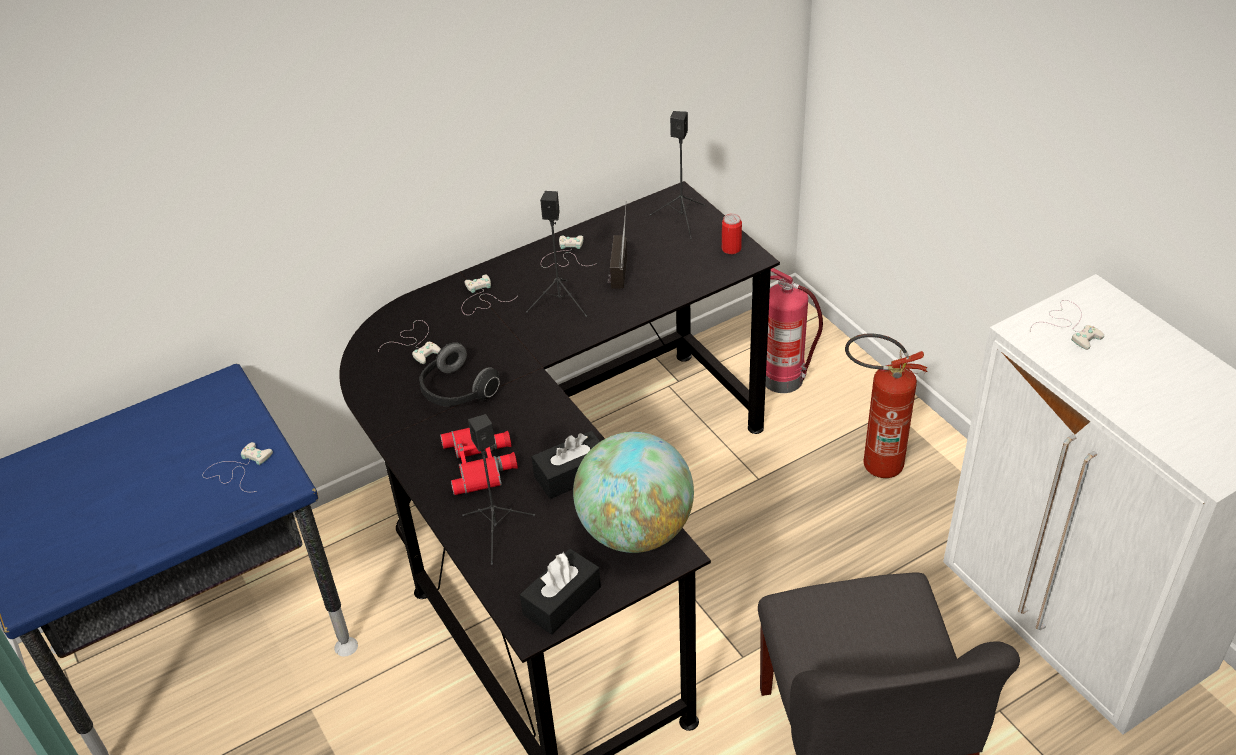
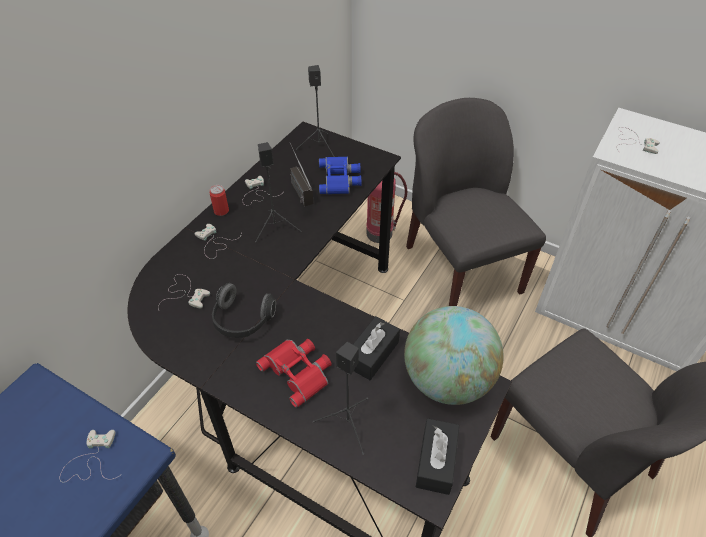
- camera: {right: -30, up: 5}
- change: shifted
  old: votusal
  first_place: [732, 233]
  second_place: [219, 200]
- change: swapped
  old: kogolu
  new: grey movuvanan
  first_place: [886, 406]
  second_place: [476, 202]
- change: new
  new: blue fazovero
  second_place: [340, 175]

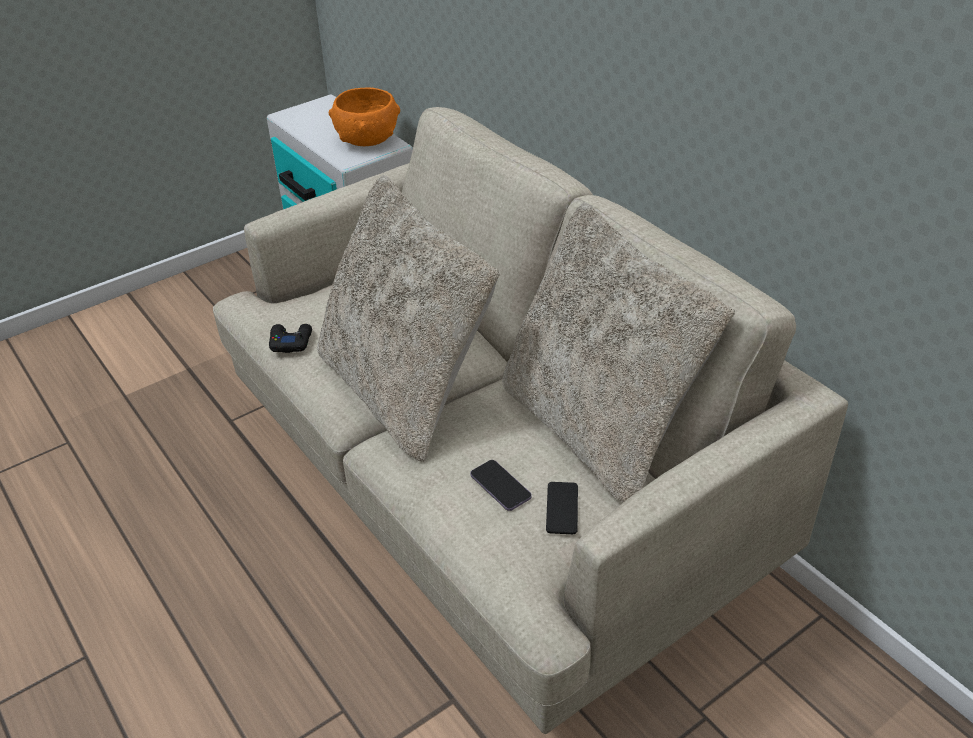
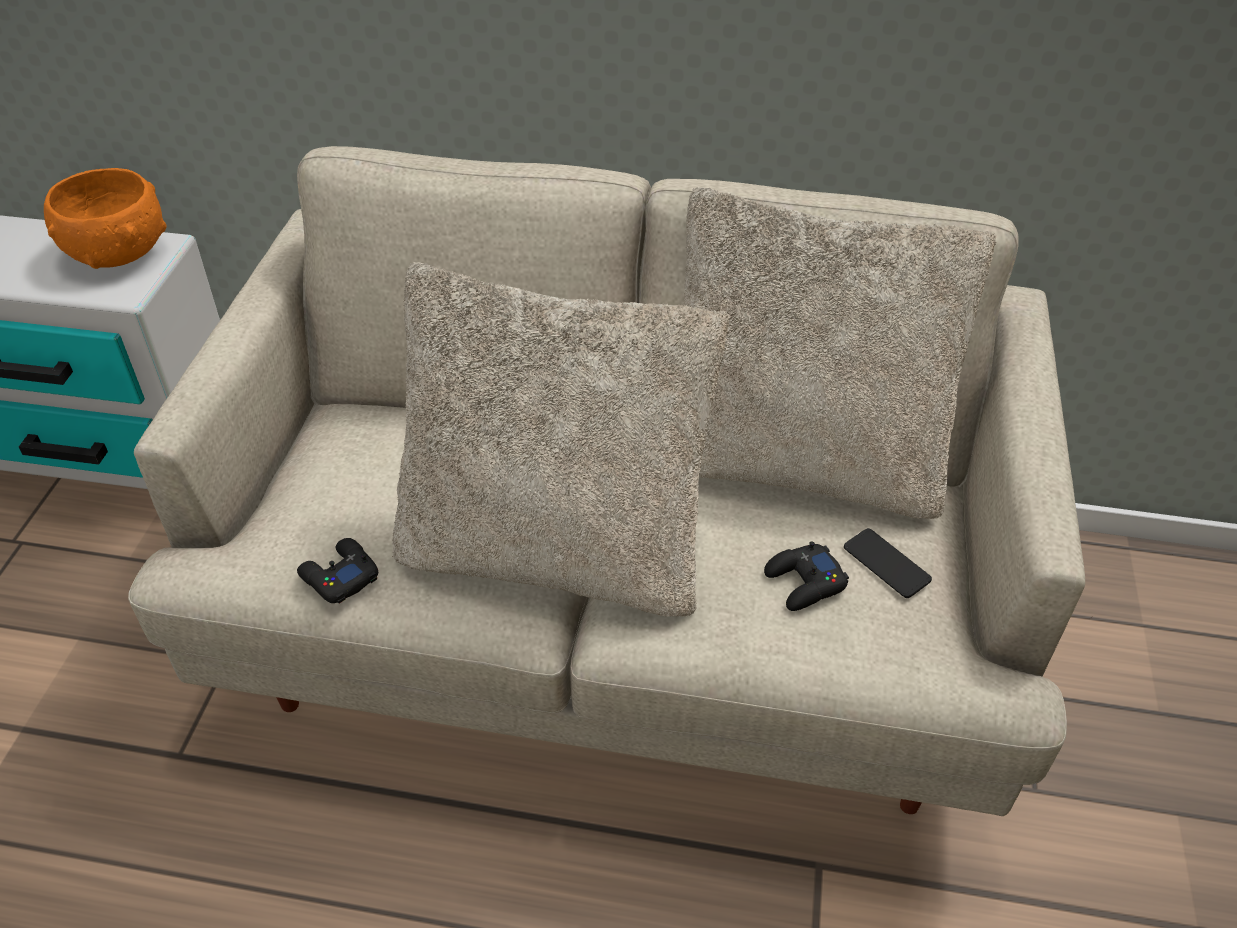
- camera: {right: -45, up: 5}
- change: swapped
  old: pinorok
  new: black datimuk
  first_place: [501, 485]
  second_place: [806, 576]

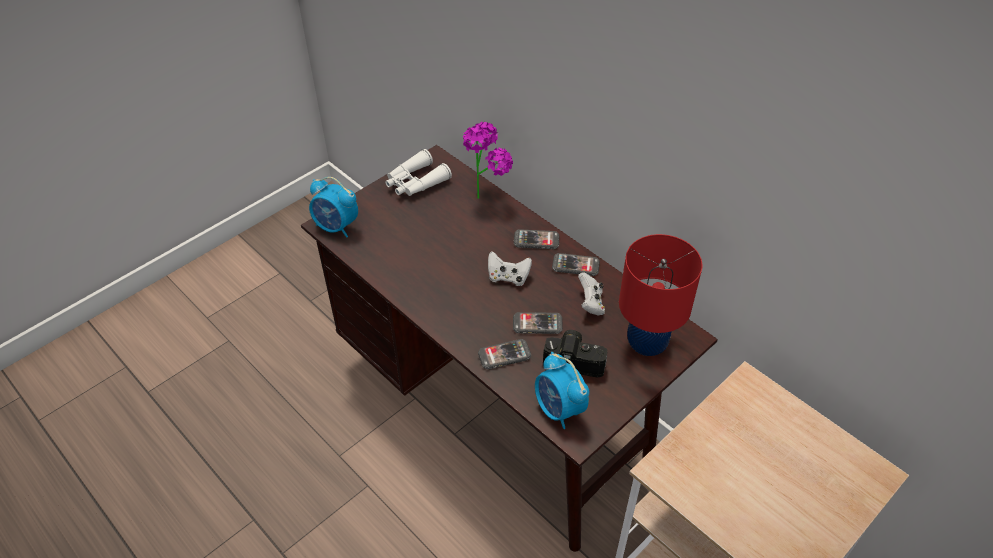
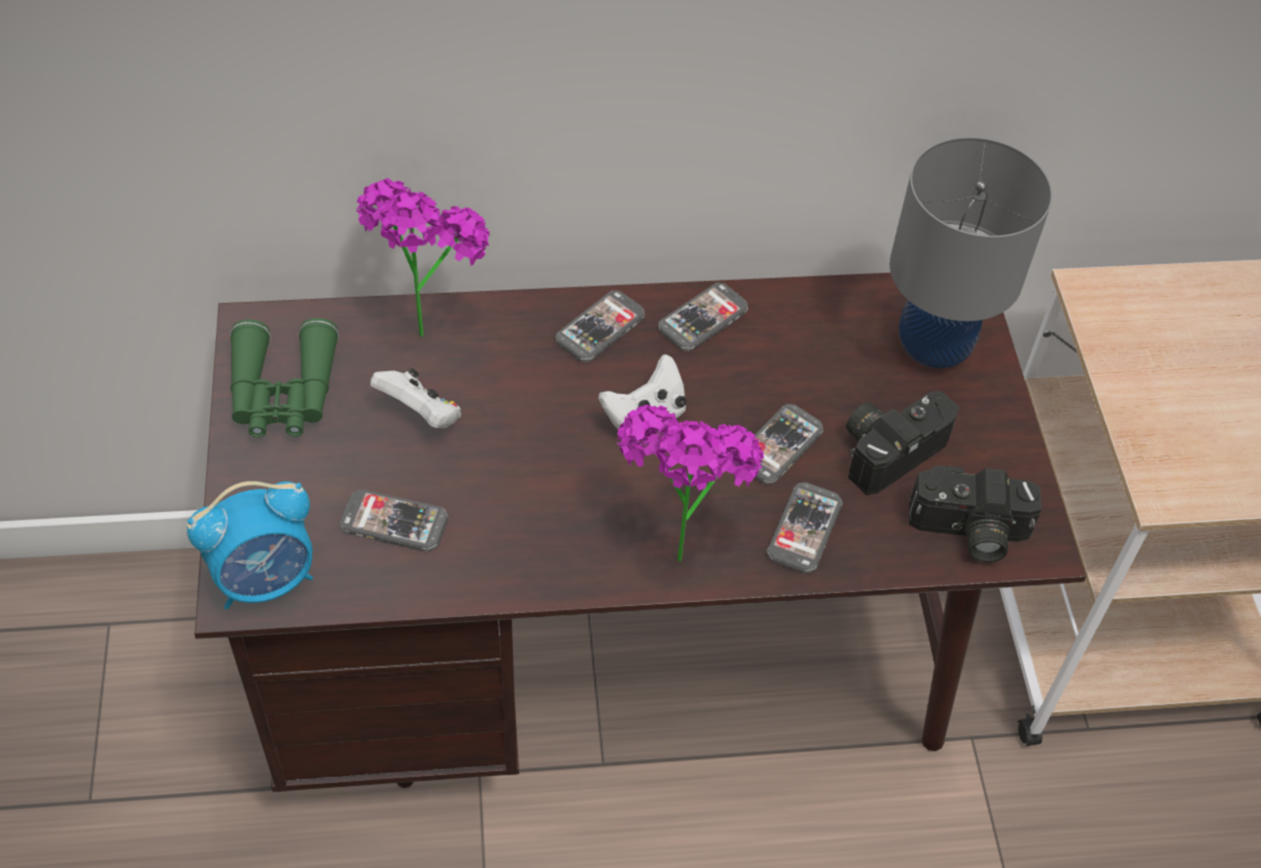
- camera: {right: -55, up: 5}
- change: repainted
  old: white fazovero
  new: green fazovero
  first_place: [418, 172]
  second_place: [284, 377]
- change: swapped
  old: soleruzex
  new: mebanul
  first_place: [562, 390]
  second_place: [975, 514]
- change: shifted
  old: white datimuk
  first_place: [591, 293]
  second_place: [415, 398]
- change: repainted
  old: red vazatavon
  new: grey vazatavon
  first_place: [660, 295]
  second_place: [971, 253]
- change: new
  new: pinorok
  second_place: [394, 520]
- change: new
  new: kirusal
  second_place: [690, 484]

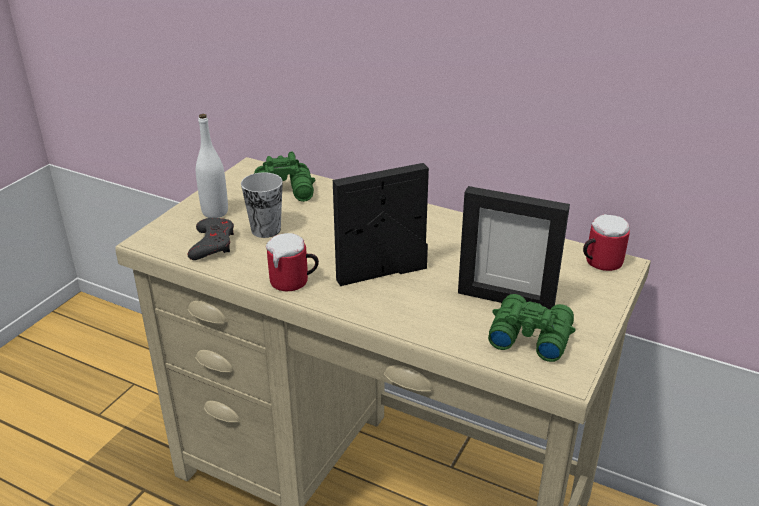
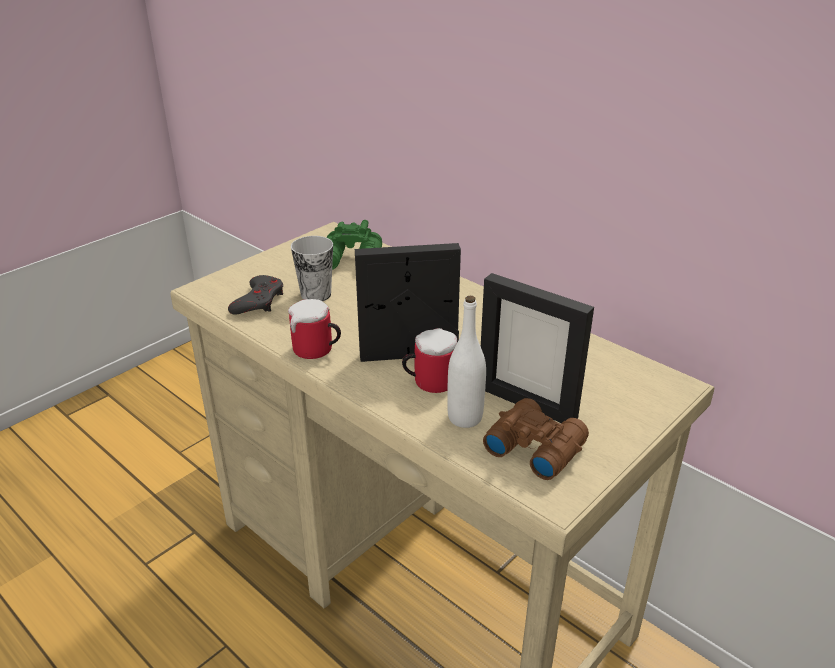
- camera: {right: 15, up: 0}
- change: shifted
  old: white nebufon
  first_place: [212, 166]
  second_place: [466, 362]
- change: repainted
  old: green fazovero
  new: brown fazovero
  first_place: [532, 328]
  second_place: [536, 439]
- change: shifted
  old: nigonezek
  first_place: [606, 242]
  second_place: [429, 360]

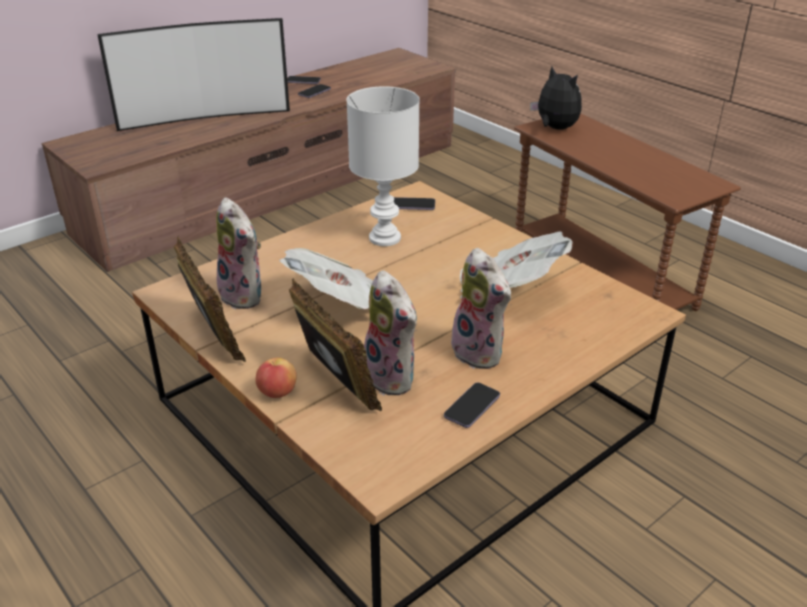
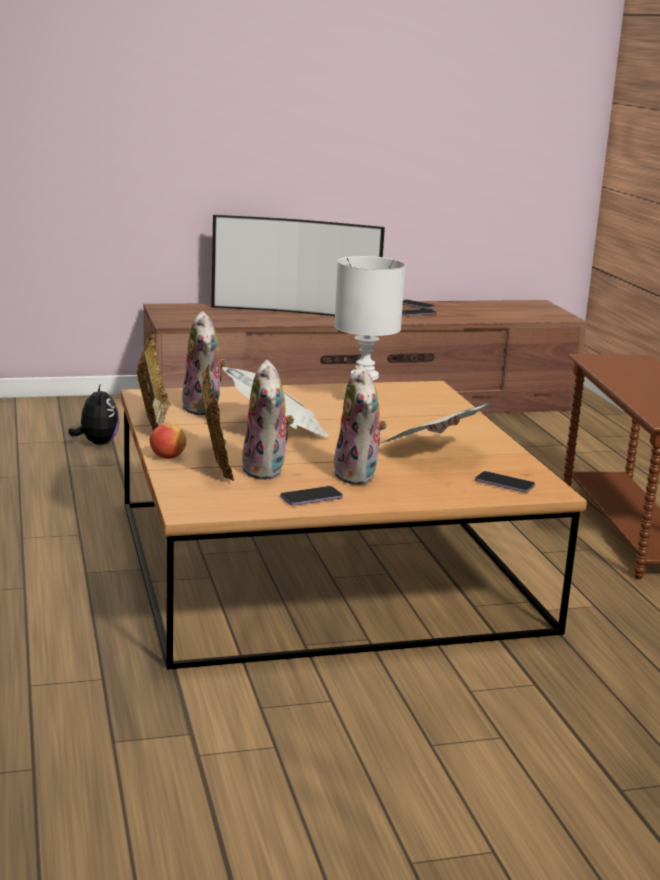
- camera: {right: 25, up: -15}
- change: shifted
  old: pinorok
  first_place: [414, 203]
  second_place: [505, 481]
- change: shifted
  old: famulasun
  first_place: [556, 98]
  second_place: [93, 414]

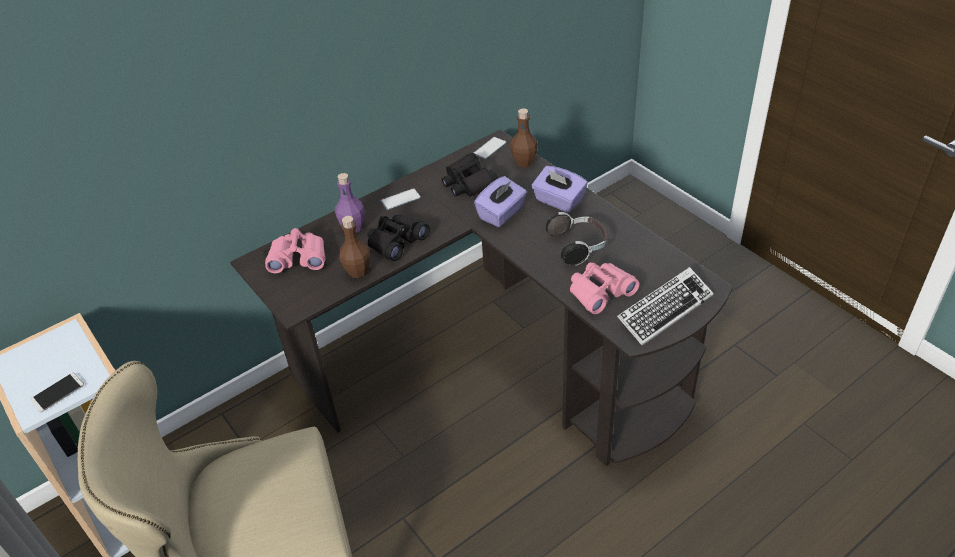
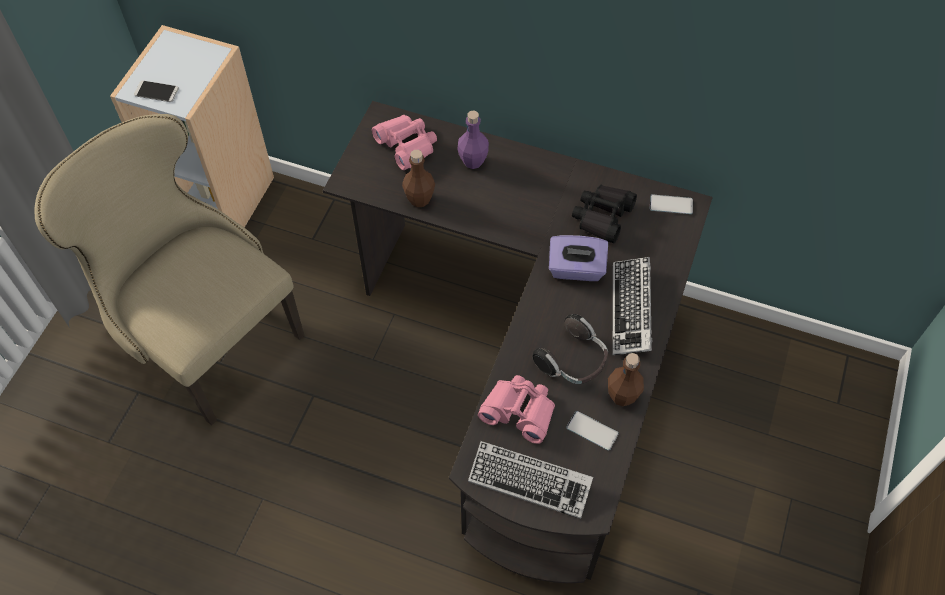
- camera: {right: 55, up: 15}
- change: gone
  old: black fazovero
  first_place: [398, 238]
- change: shifted
  old: pinorok
  first_place: [401, 199]
  second_place: [592, 430]
- change: shifted
  old: brown nebufon
  first_place: [524, 137]
  second_place: [626, 380]
- change: swapped
  old: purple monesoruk
  new: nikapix
  first_place: [559, 189]
  second_place: [632, 306]

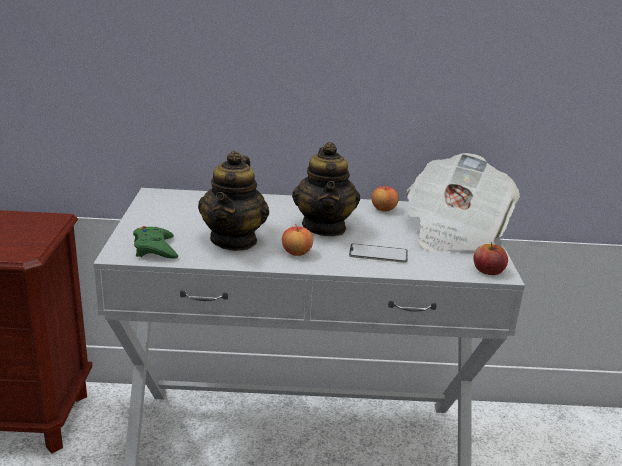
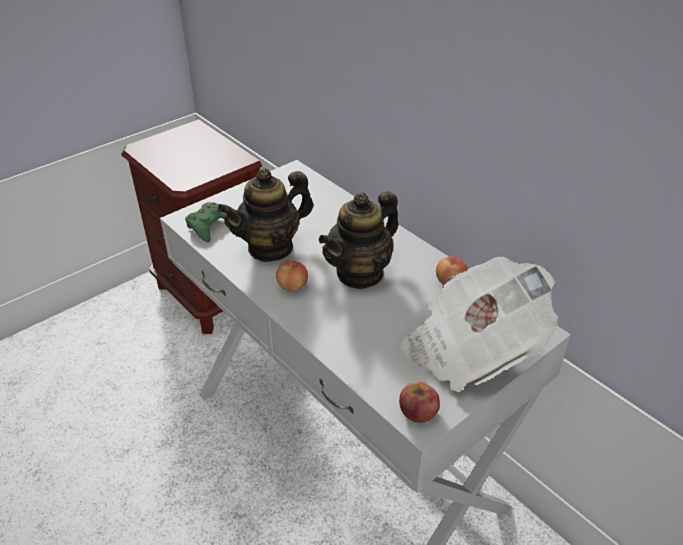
- camera: {right: 50, up: 15}
- change: gone
  old: pinorok
  first_place: [378, 253]

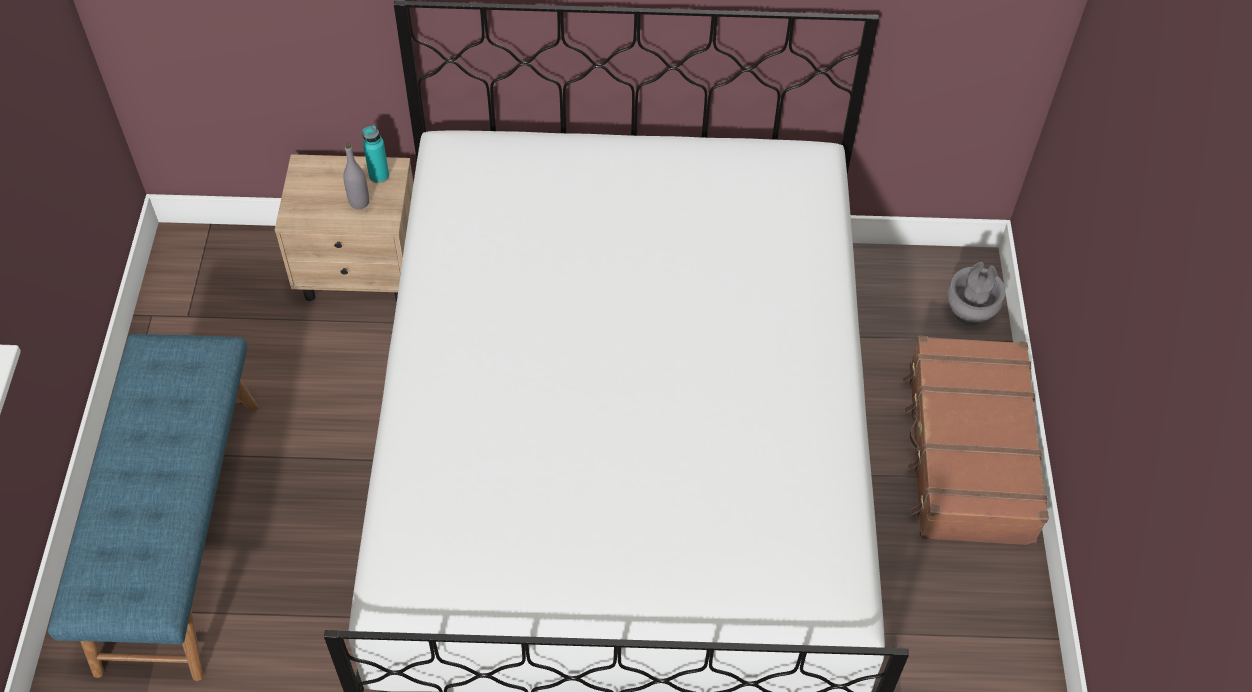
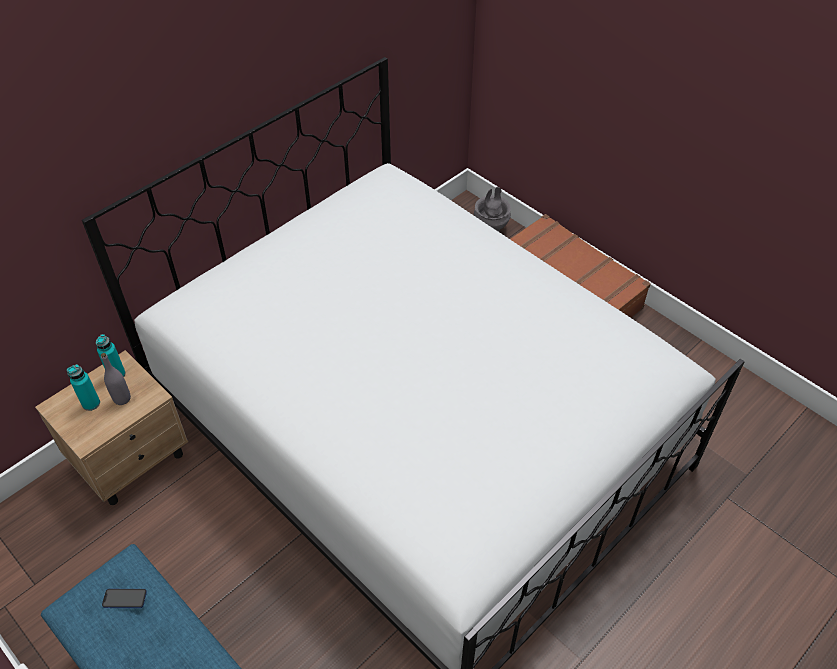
- camera: {right: -45, up: -5}
- change: new
  new: turquoise nebufon
  second_place: [83, 387]
- change: new
  new: pinorok
  second_place: [124, 598]

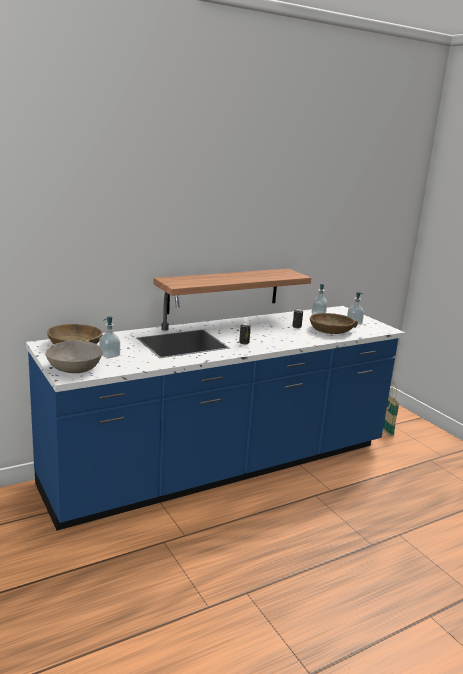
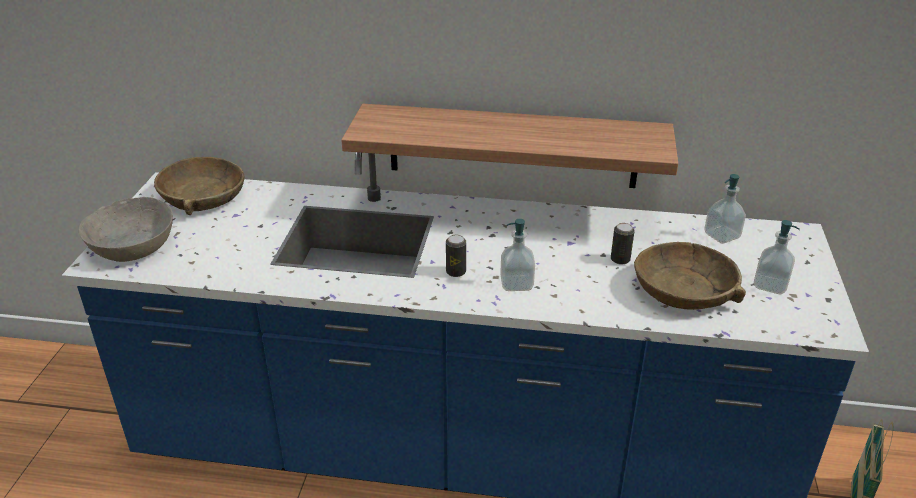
- camera: {right: 40, up: 15}
- change: shifted
  old: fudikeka
  first_place: [109, 337]
  second_place: [517, 255]

